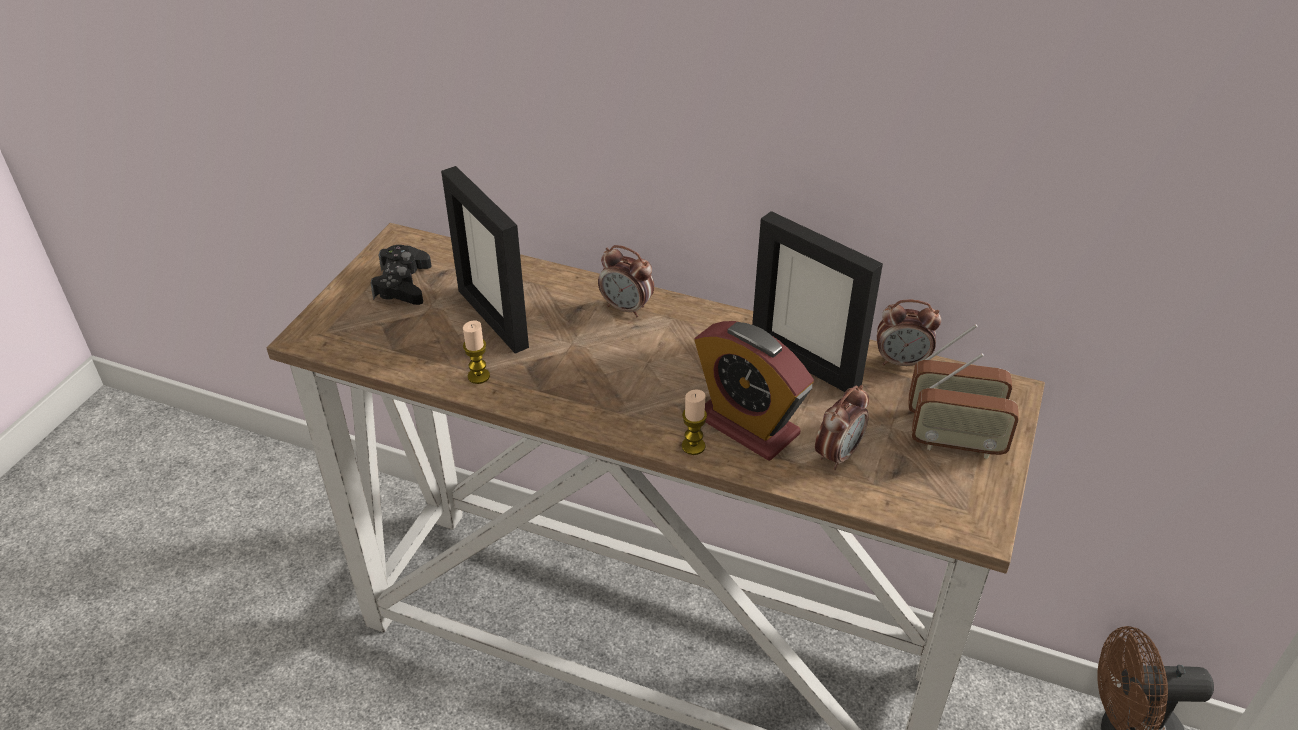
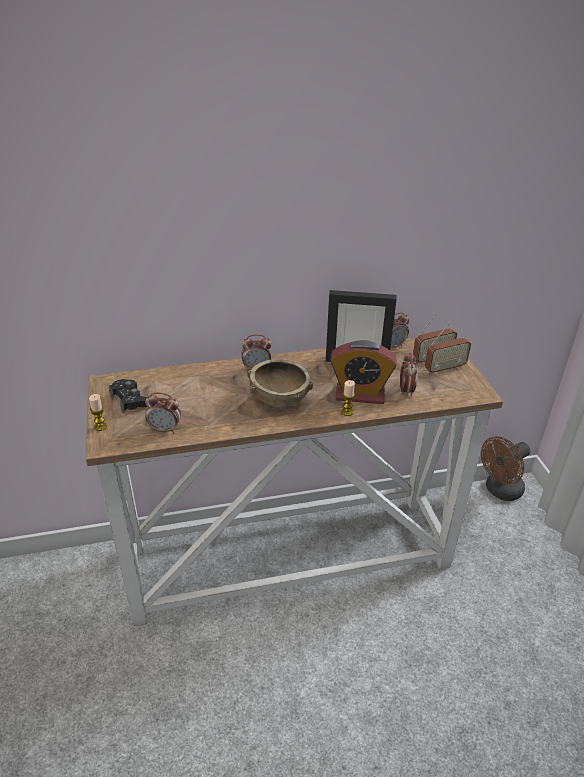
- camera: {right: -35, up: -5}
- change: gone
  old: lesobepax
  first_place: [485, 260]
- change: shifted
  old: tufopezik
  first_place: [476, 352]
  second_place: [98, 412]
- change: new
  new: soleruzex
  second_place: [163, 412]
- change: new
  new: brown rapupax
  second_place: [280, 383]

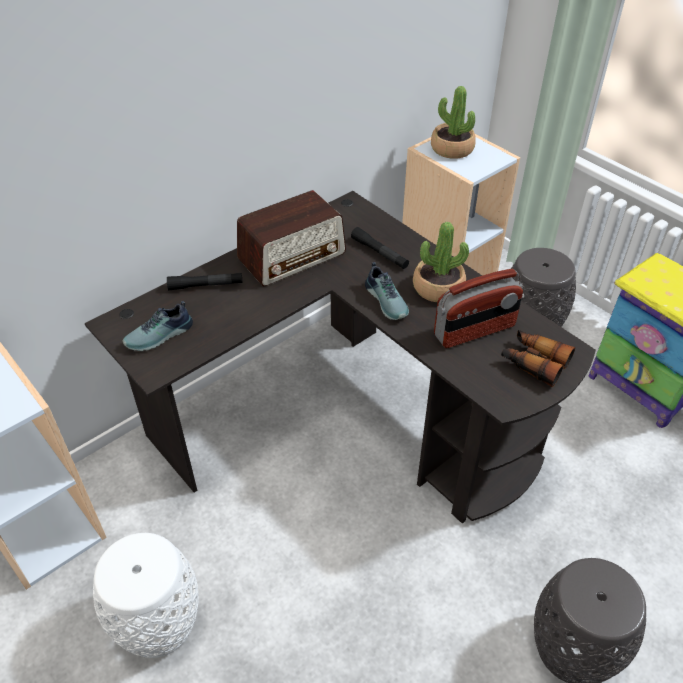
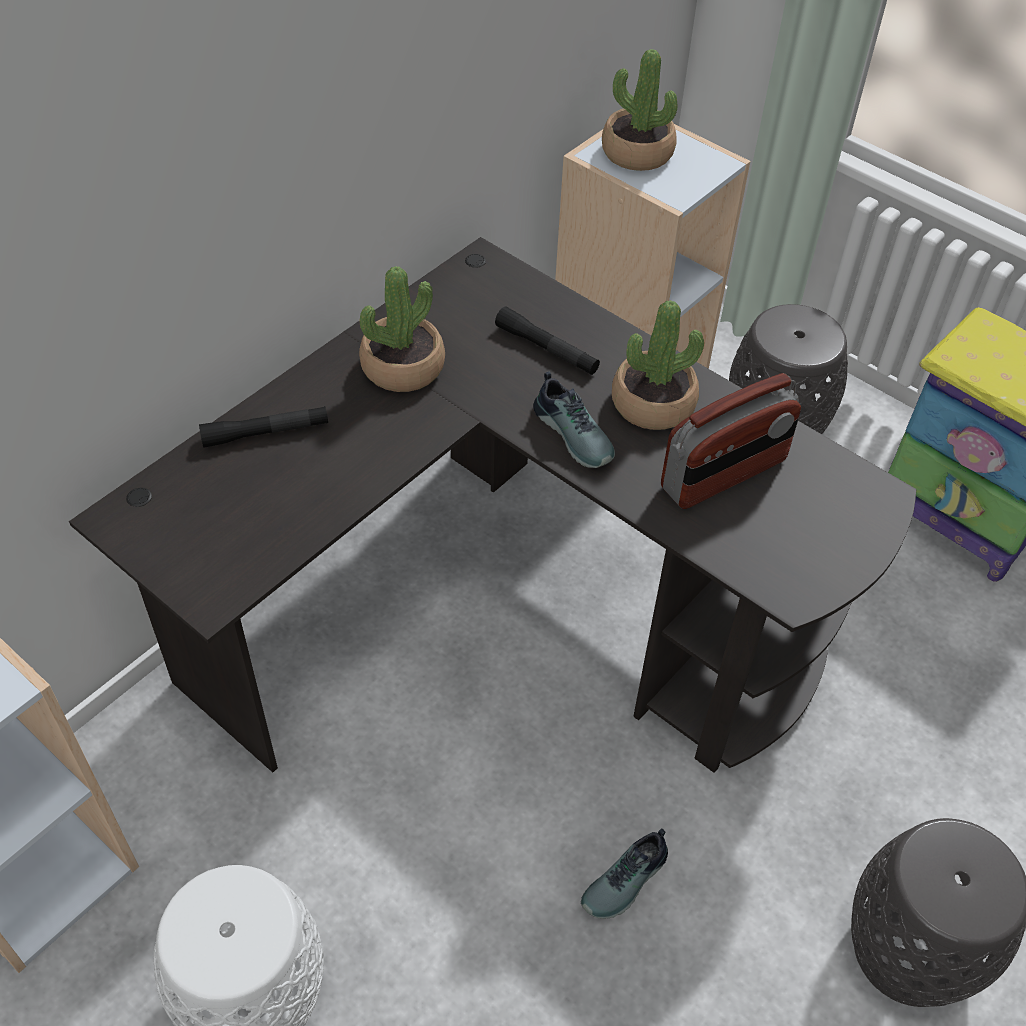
- camera: {right: -10, up: 5}
- change: shifted
  old: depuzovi
  first_place: [158, 326]
  second_place: [624, 873]
- change: swapped
  old: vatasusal
  new: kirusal
  first_place: [291, 238]
  second_place: [402, 329]
- change: gone
  old: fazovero
  first_place: [538, 358]

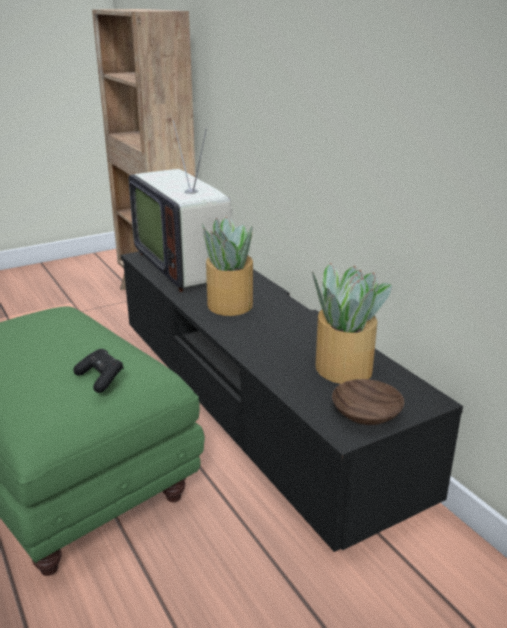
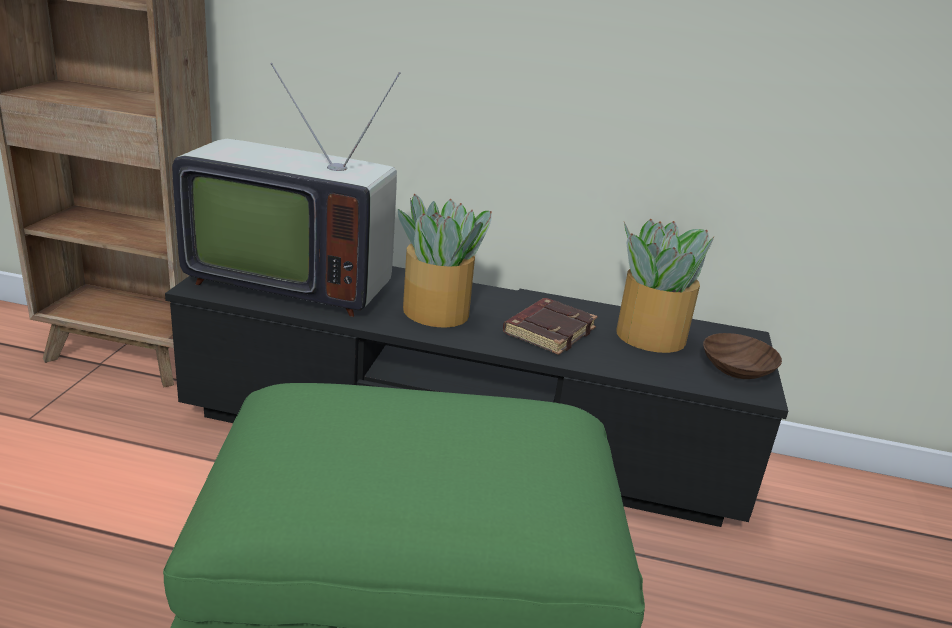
- camera: {right: -50, up: 0}
- change: gone
  old: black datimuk
  first_place: [99, 371]
- change: new
  new: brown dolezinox
  second_place: [550, 326]

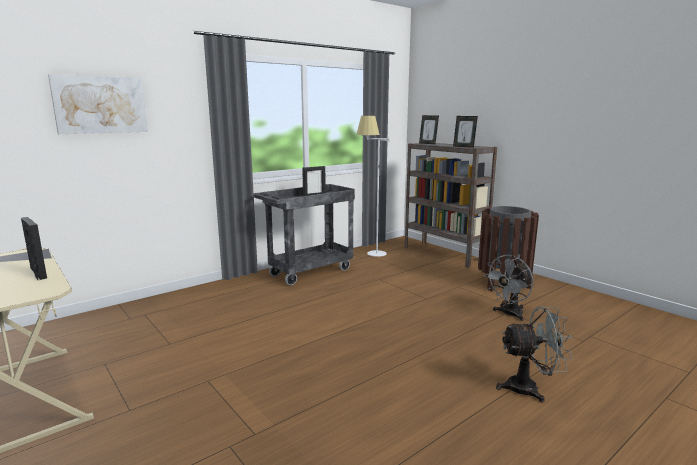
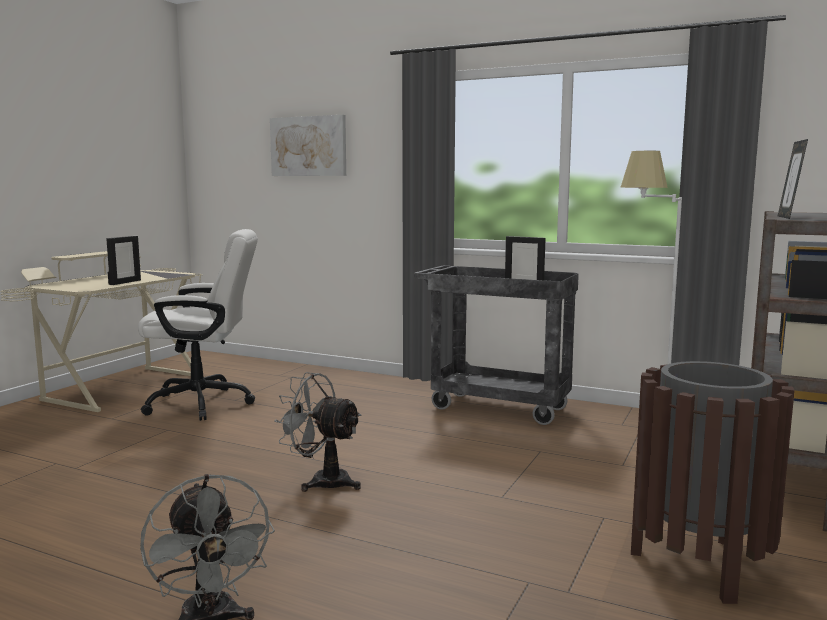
- camera: {right: 65, up: -5}
- change: gone
  old: lesobepax
  first_place: [429, 129]
- change: shifted
  old: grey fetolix
  first_place: [509, 288]
  second_place: [318, 432]
- change: new
  new: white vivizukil
  second_place: [198, 325]

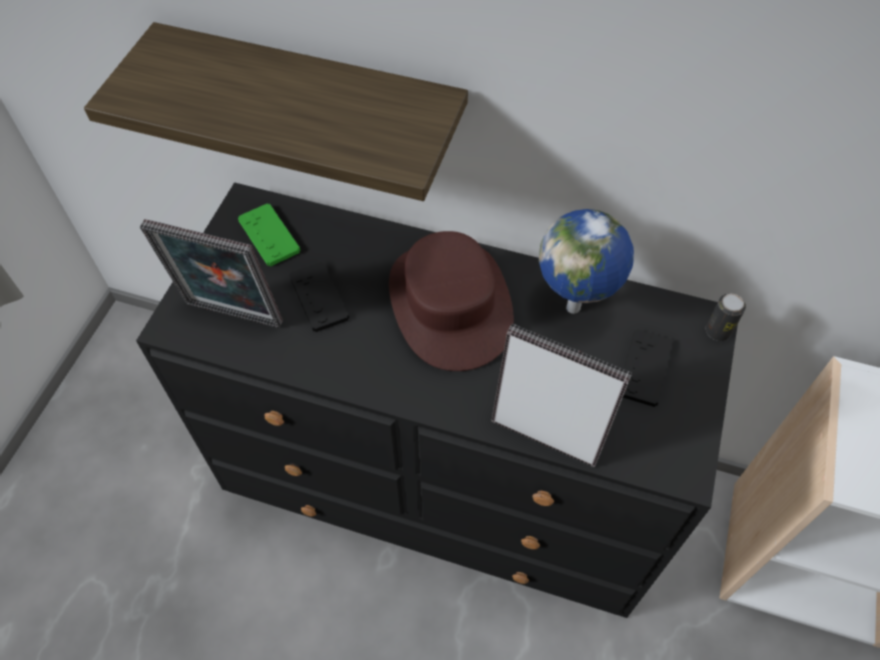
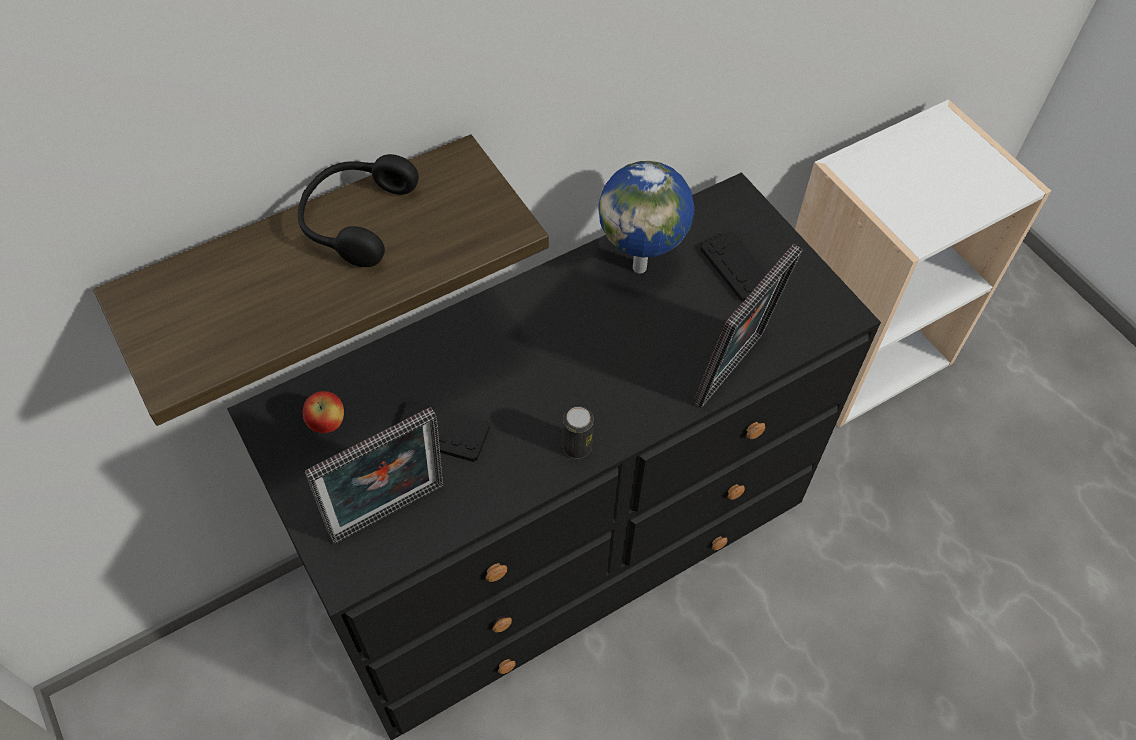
- camera: {right: -50, up: 0}
- change: swapped
  old: green datimuk
  new: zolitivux
  first_place: [269, 235]
  second_place: [323, 412]
- change: gone
  old: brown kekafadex
  first_place: [451, 301]
- change: rotated
  old: lesobepax
  first_place: [561, 395]
  second_place: [748, 326]
  degrees: 150
- change: shifted
  old: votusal
  first_place: [726, 317]
  second_place: [578, 432]
- change: new
  new: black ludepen
  second_place: [358, 210]

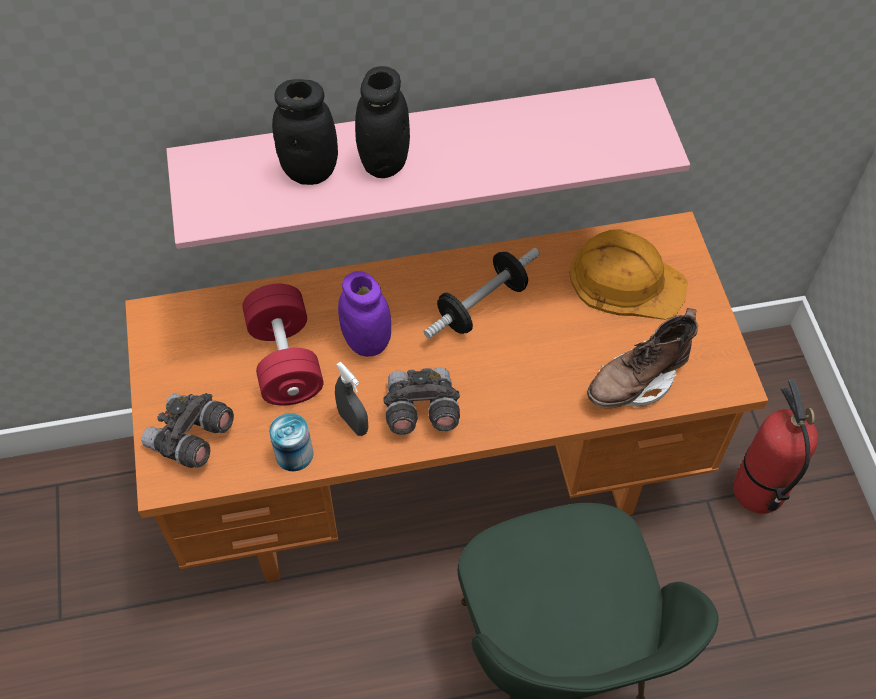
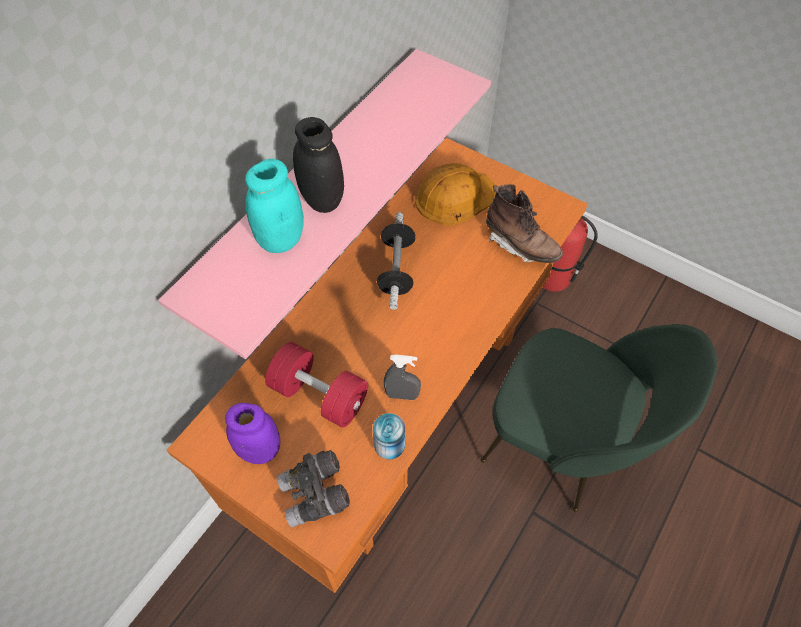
- camera: {right: -45, up: 0}
- change: repainted
  old: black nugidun
  new: turquoise nugidun
  first_place: [305, 132]
  second_place: [274, 206]
- change: shifted
  old: purple nugidun
  first_place: [364, 314]
  second_place: [252, 433]
- change: gone
  old: grey fazovero
  first_place: [421, 401]
- change: rotated
  old: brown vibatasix
  first_place: [642, 358]
  second_place: [524, 223]
  degrees: -60

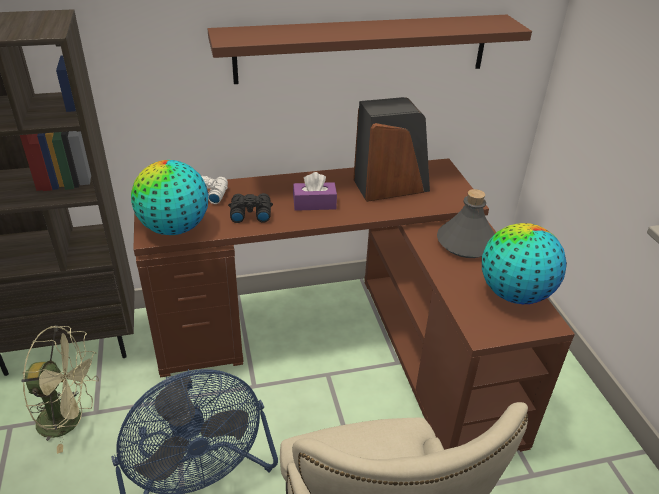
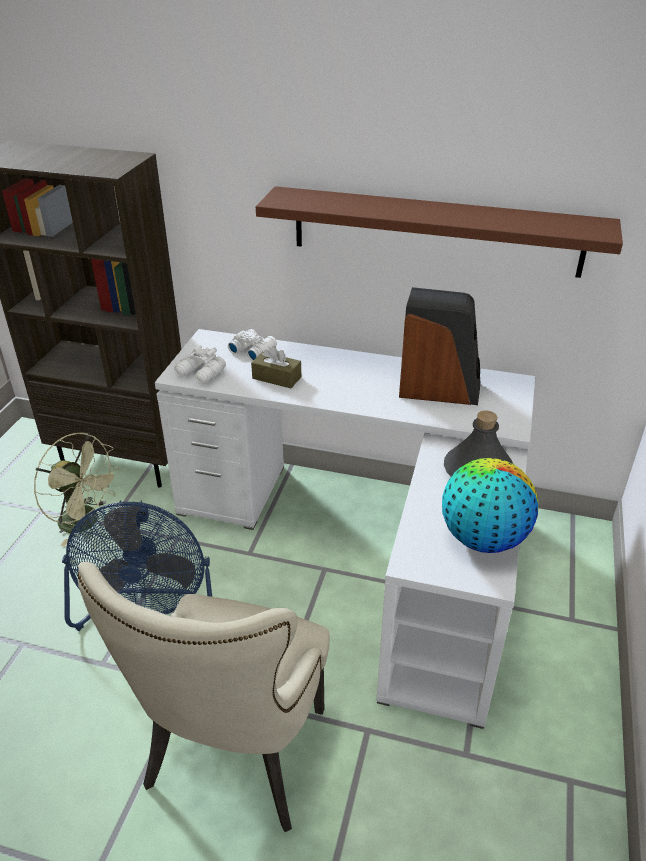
- camera: {right: 30, up: 0}
- change: swapped
  old: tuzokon
  new: white fazovero
  first_place: [169, 197]
  second_place: [200, 364]
- change: repainted
  old: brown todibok
  new: white todibok
  first_place: [354, 305]
  second_place: [345, 529]
- change: swapped
  old: black fazovero
  new: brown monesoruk
  first_place: [250, 208]
  second_place: [276, 367]
- change: gone
  old: purple monesoruk
  first_place: [315, 191]

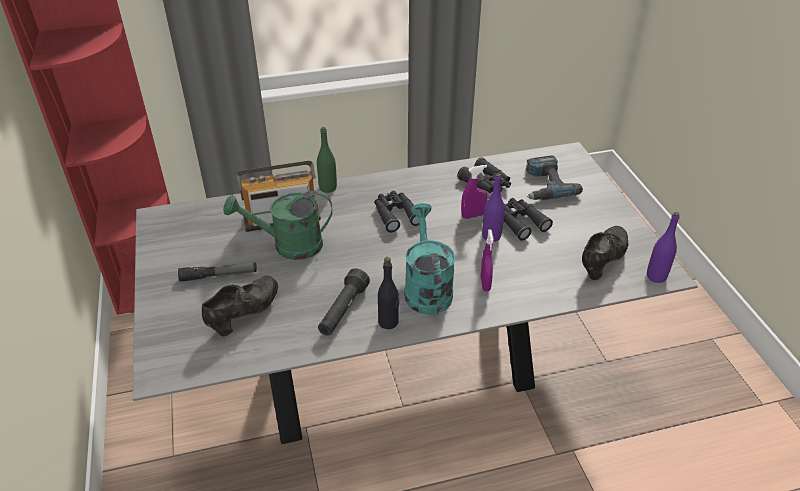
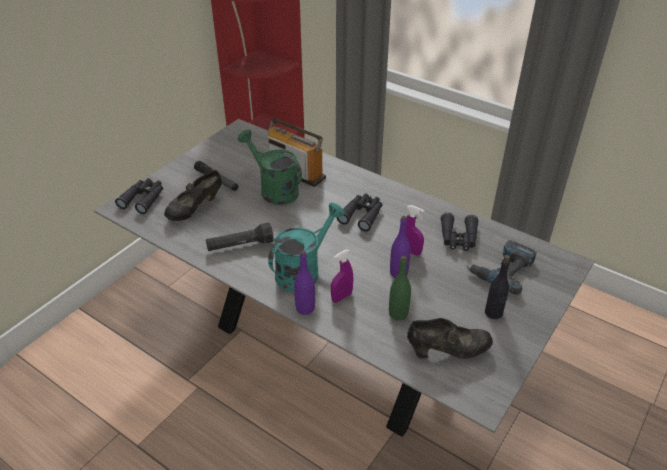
- camera: {right: 50, up: 0}
- change: rotated
  old: black depuzovi
  first_place: [240, 306]
  second_place: [193, 195]
  degrees: 135
- change: shifted
  old: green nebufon
  first_place: [327, 160]
  second_place: [400, 288]
- change: shifted
  old: black nebufon
  first_place: [388, 293]
  second_place: [497, 287]
- change: shifted
  old: black fazovero
  first_place: [528, 219]
  second_place: [139, 196]
- change: shifted
  old: purple nebufon
  first_place: [663, 247]
  second_place: [304, 282]

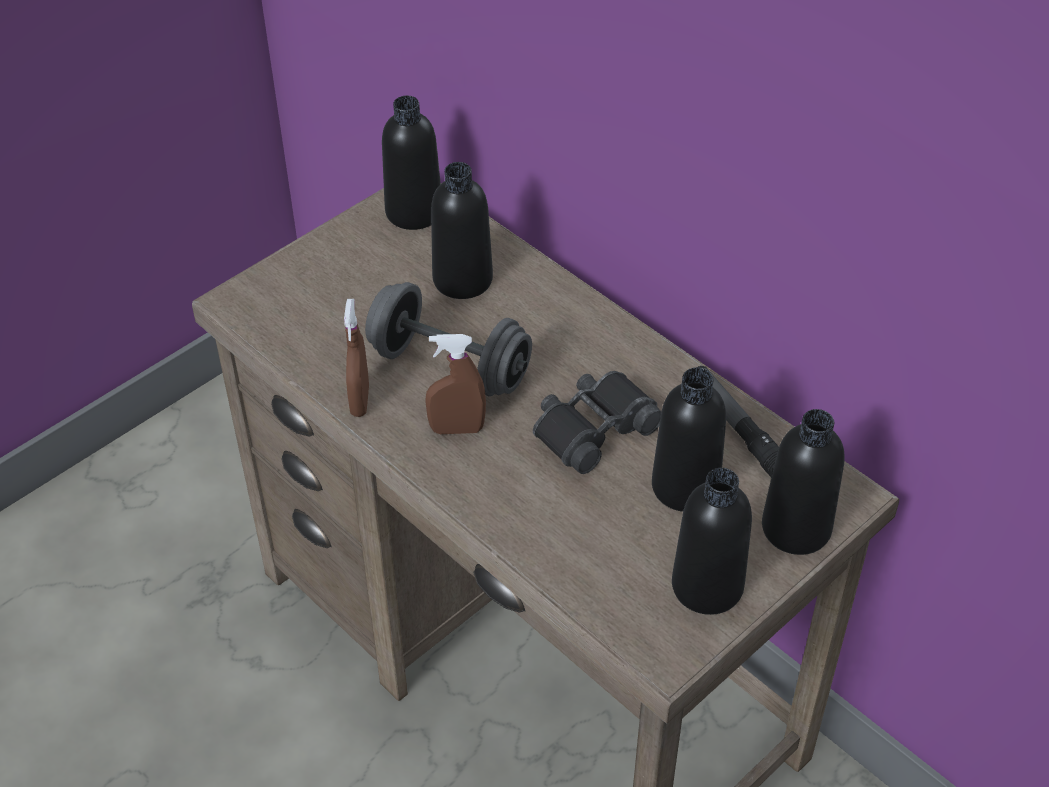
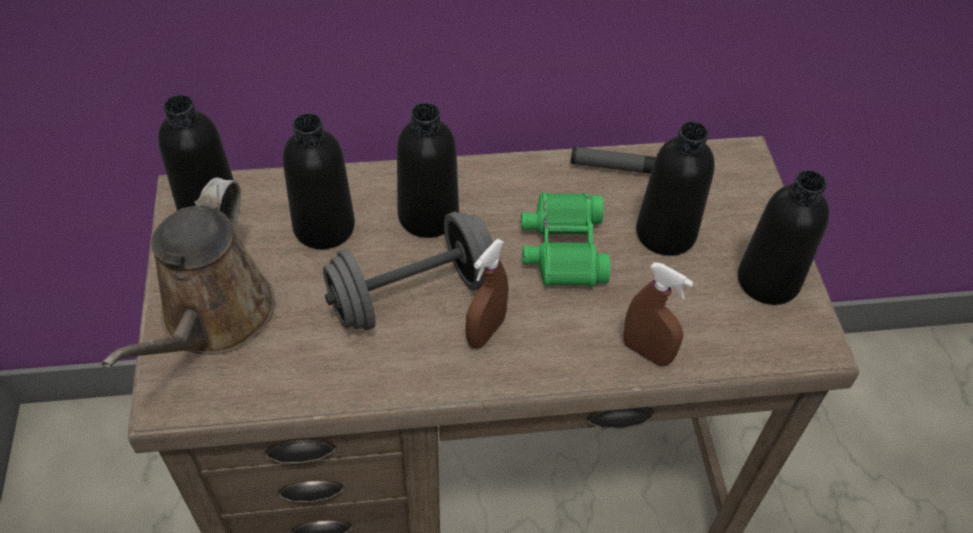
- camera: {right: -55, up: 5}
- change: shifted
  old: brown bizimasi
  first_place: [356, 358]
  second_place: [658, 314]
- change: repainted
  old: black fazovero
  new: green fazovero
  first_place: [597, 422]
  second_place: [565, 239]
- change: shifted
  old: black nebufon
  first_place: [803, 482]
  second_place: [428, 170]
- change: new
  new: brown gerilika
  second_place: [188, 273]

